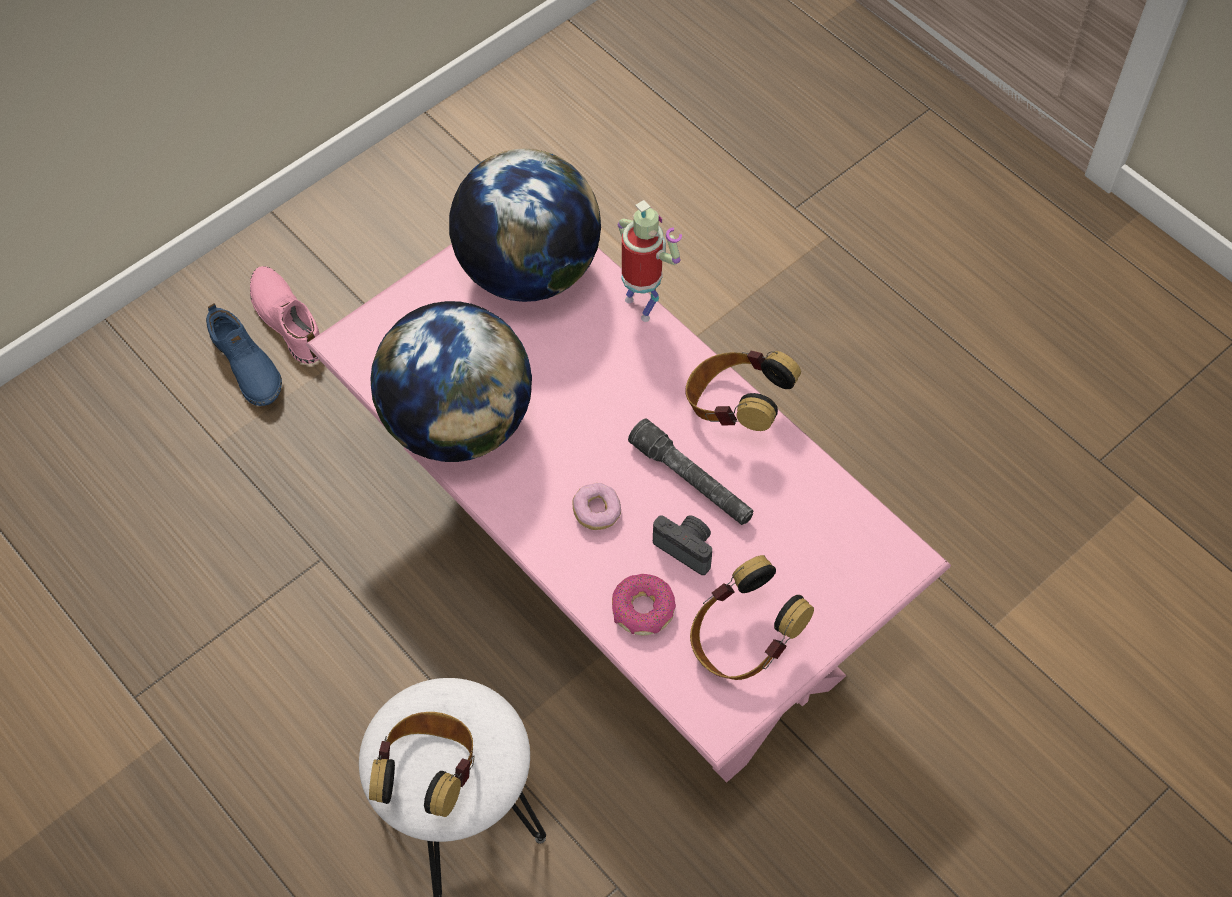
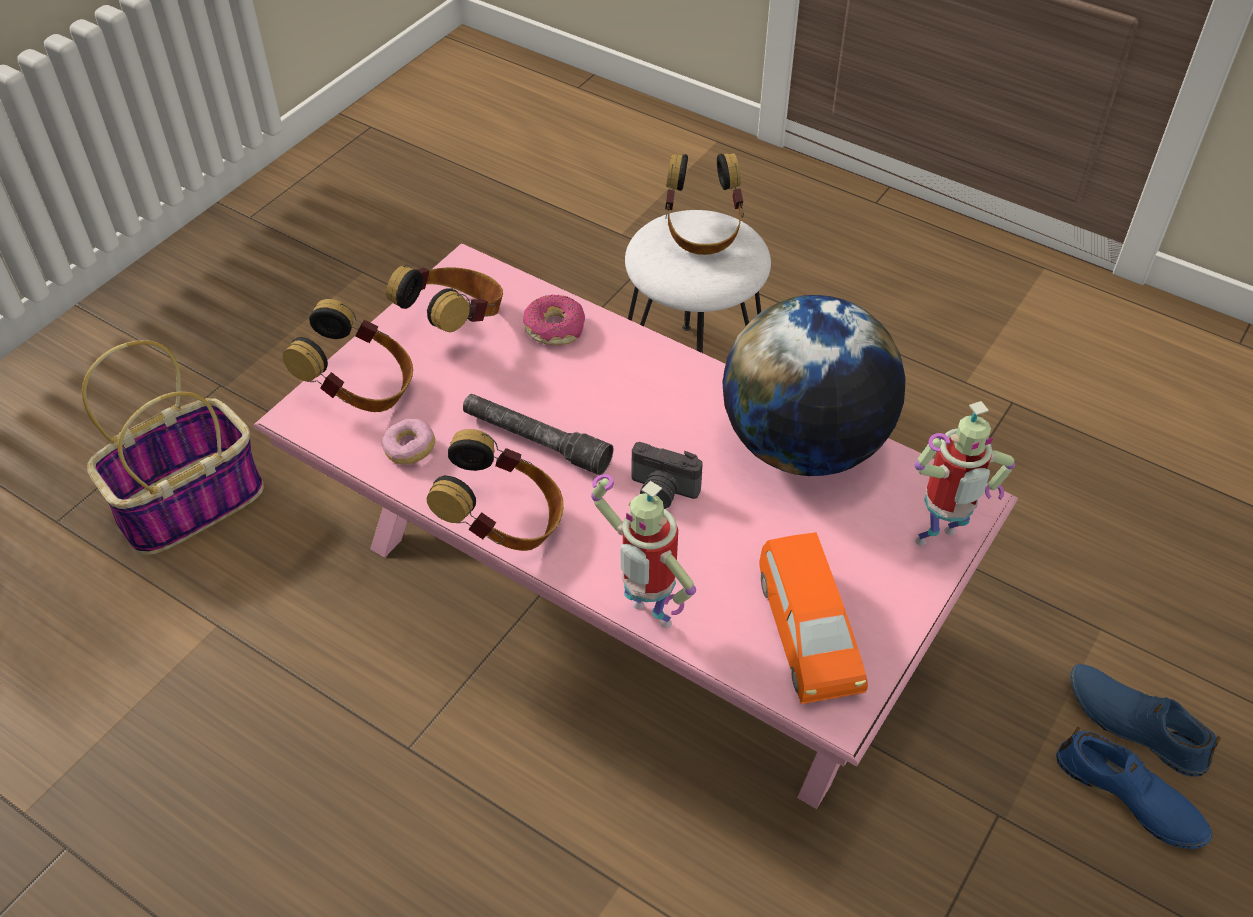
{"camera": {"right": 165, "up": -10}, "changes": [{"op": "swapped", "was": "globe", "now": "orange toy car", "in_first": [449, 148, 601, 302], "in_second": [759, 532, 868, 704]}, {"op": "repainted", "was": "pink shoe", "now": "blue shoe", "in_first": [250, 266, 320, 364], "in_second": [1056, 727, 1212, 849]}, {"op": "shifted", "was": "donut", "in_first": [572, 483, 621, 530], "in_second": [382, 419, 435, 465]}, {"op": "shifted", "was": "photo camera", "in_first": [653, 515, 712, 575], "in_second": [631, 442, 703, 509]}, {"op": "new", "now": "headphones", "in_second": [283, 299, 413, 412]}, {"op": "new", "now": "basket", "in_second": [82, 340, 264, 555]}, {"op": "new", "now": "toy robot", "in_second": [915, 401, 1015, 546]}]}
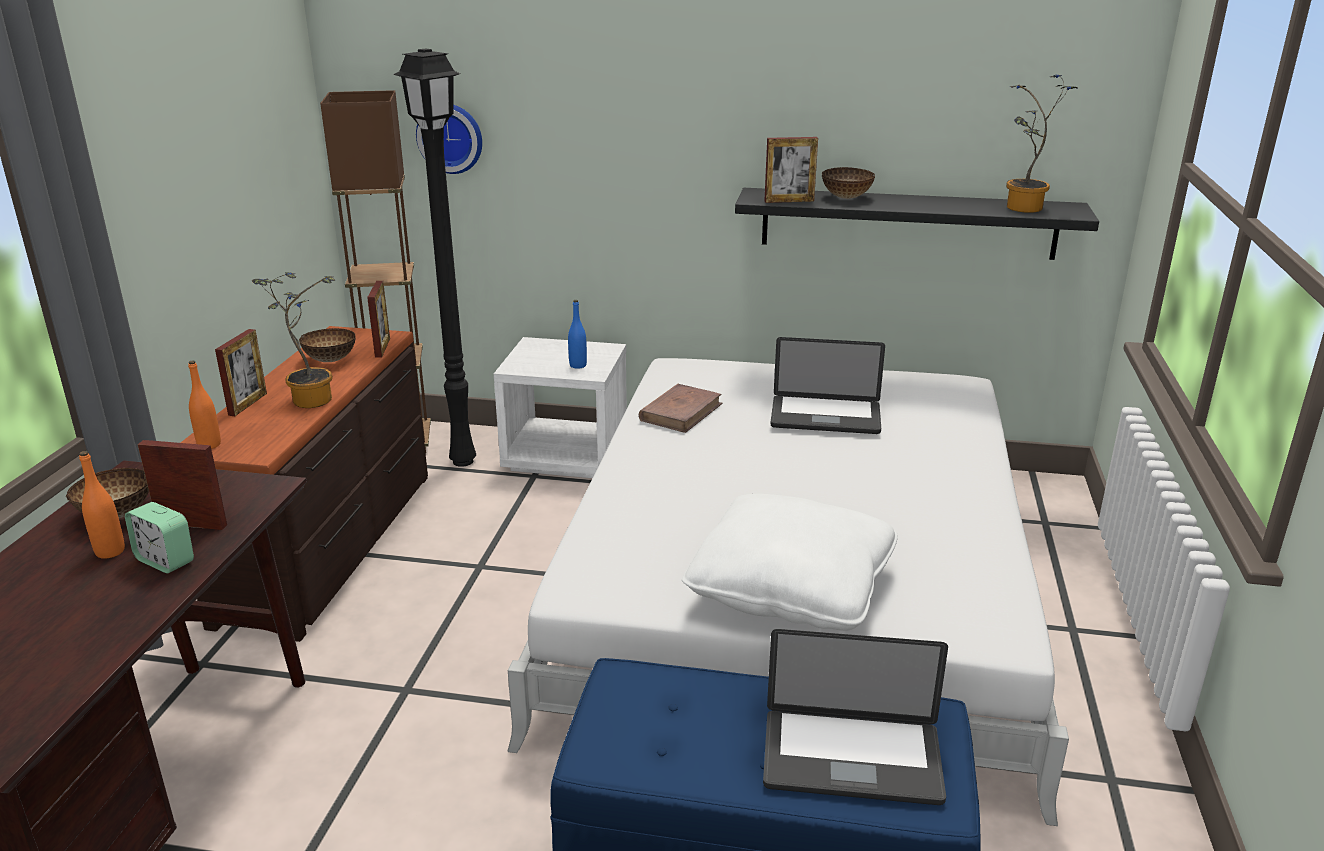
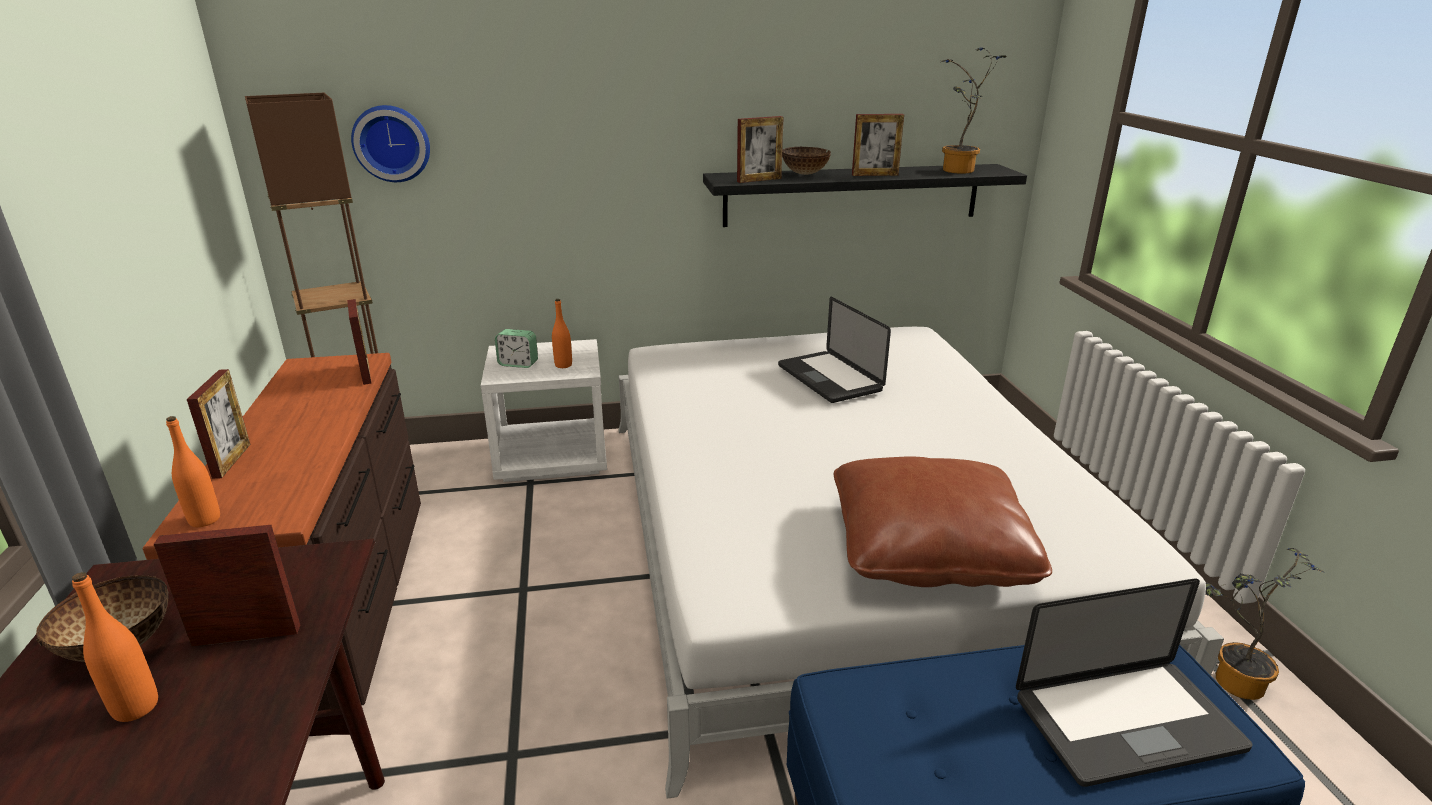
{"camera": {"right": -20, "up": 0}, "changes": [{"op": "gone", "was": "black floor lamp", "in_first": [393, 48, 476, 467]}, {"op": "shifted", "was": "potted plant", "in_first": [252, 272, 336, 408], "in_second": [1205, 548, 1325, 700]}, {"op": "repainted", "was": "blue bottle", "now": "orange bottle", "in_first": [568, 300, 587, 369], "in_second": [552, 299, 572, 368]}, {"op": "gone", "was": "bowl", "in_first": [299, 328, 356, 362]}, {"op": "rotated", "was": "laptop", "in_first": [770, 337, 885, 434], "in_second": [778, 297, 891, 403], "clockwise": 75}, {"op": "gone", "was": "brown book", "in_first": [639, 384, 723, 433]}, {"op": "repainted", "was": "white pillow", "now": "brown pillow", "in_first": [682, 494, 898, 631], "in_second": [834, 457, 1052, 587]}, {"op": "shifted", "was": "alarm clock", "in_first": [125, 502, 194, 573], "in_second": [495, 329, 538, 368]}, {"op": "new", "now": "picture frame", "in_second": [852, 114, 904, 176]}]}
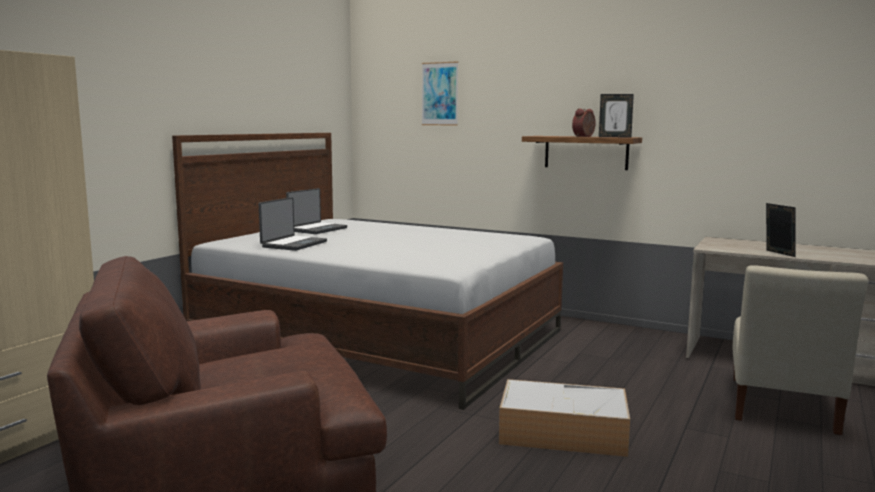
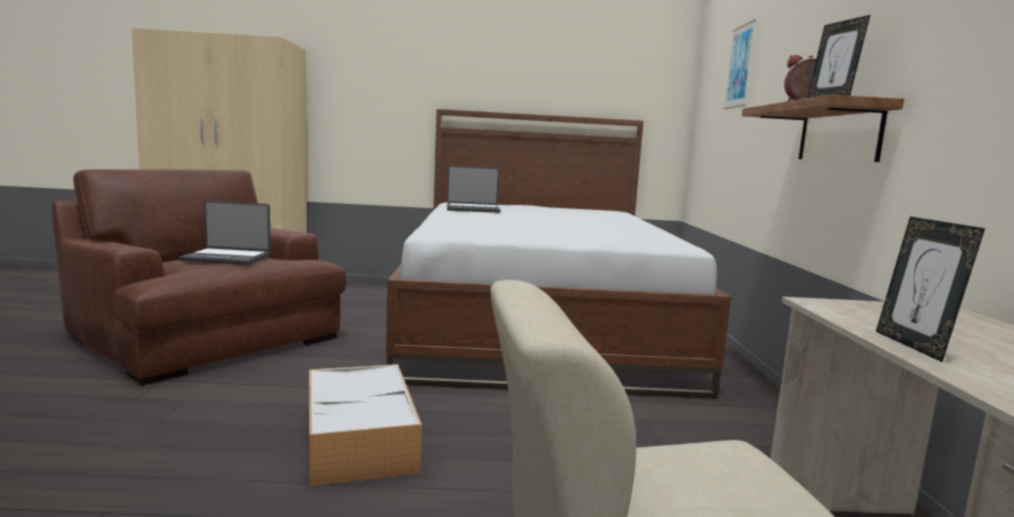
{"camera": {"right": 60, "up": 0}, "changes": [{"op": "shifted", "was": "laptop", "in_first": [286, 188, 347, 234], "in_second": [179, 201, 271, 265]}, {"op": "rotated", "was": "picture frame", "in_first": [766, 203, 796, 257], "in_second": [876, 216, 985, 362], "clockwise": 135}]}
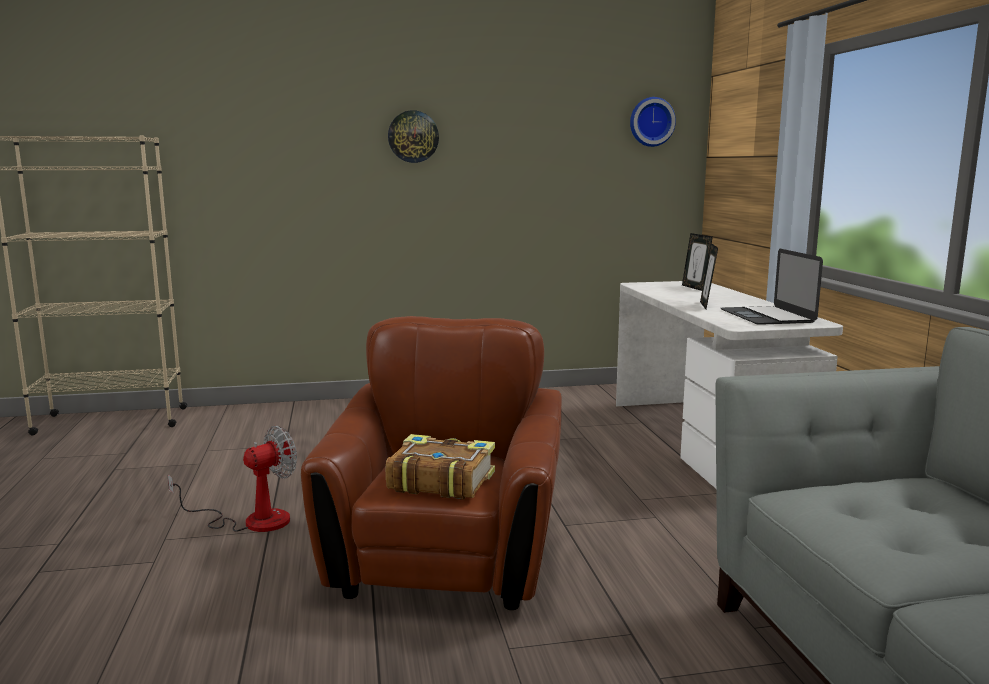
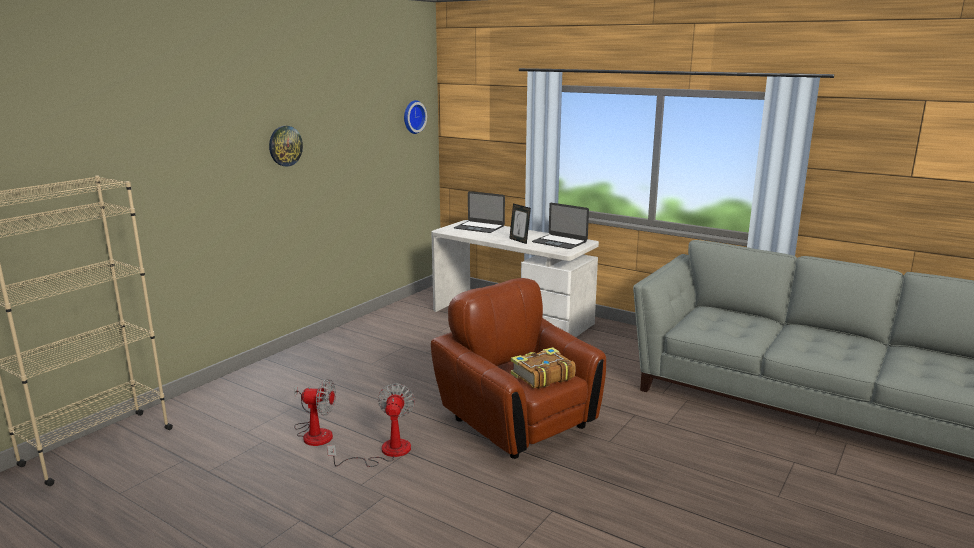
{"camera": {"right": -45, "up": 5}, "changes": [{"op": "swapped", "was": "picture frame", "now": "laptop", "in_first": [682, 233, 713, 291], "in_second": [454, 191, 505, 233]}, {"op": "new", "now": "fan", "in_second": [294, 379, 336, 446]}]}
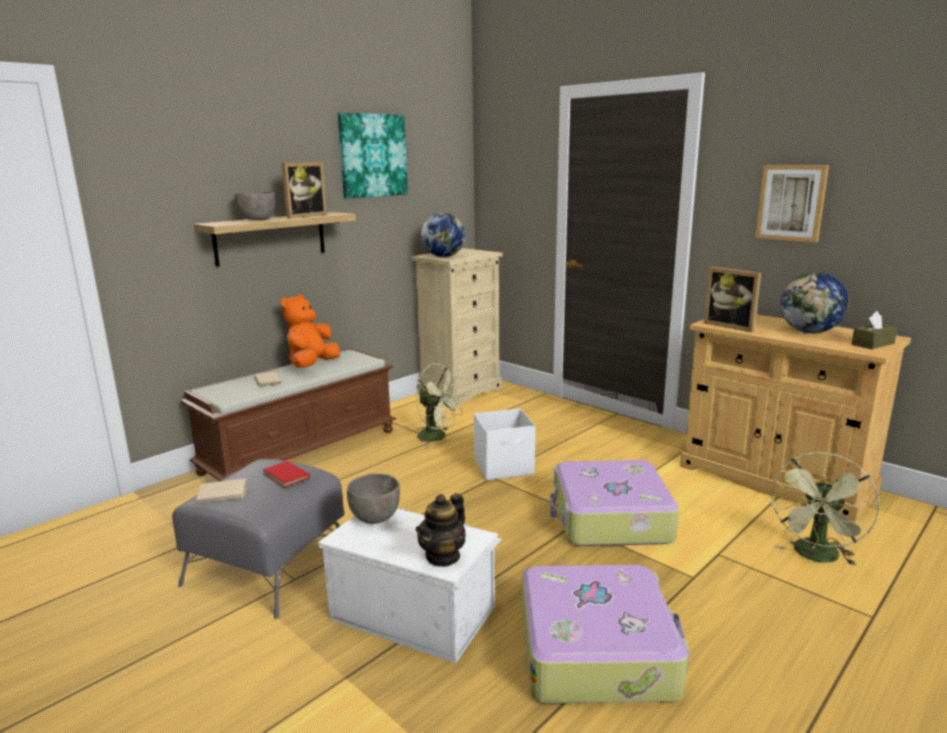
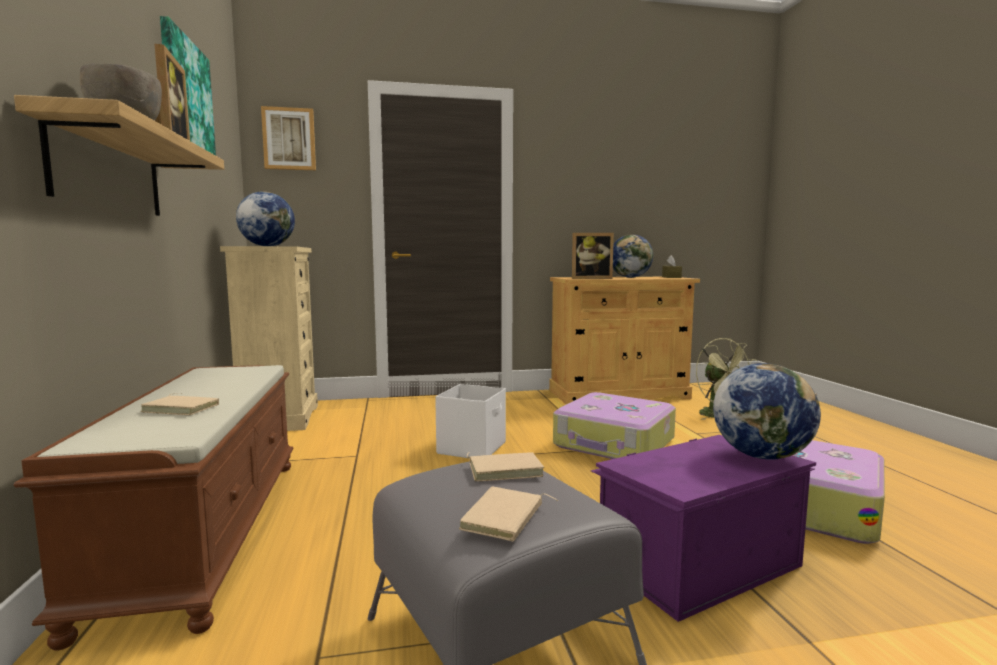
{"camera": {"right": -55, "up": -10}, "changes": [{"op": "shifted", "was": "picture", "in_first": [755, 165, 829, 242], "in_second": [261, 106, 316, 170]}, {"op": "gone", "was": "orange plush toy", "in_first": [281, 294, 340, 368]}, {"op": "gone", "was": "green fan", "in_first": [416, 363, 466, 447]}, {"op": "repainted", "was": "red book", "now": "beige book", "in_first": [263, 458, 310, 488], "in_second": [467, 452, 544, 481]}, {"op": "gone", "was": "grey bowl", "in_first": [347, 474, 400, 524]}, {"op": "swapped", "was": "teapot", "now": "globe", "in_first": [416, 493, 466, 567], "in_second": [713, 363, 821, 460]}, {"op": "repainted", "was": "white storage box", "now": "purple storage box", "in_first": [318, 508, 502, 664], "in_second": [591, 435, 816, 622]}]}
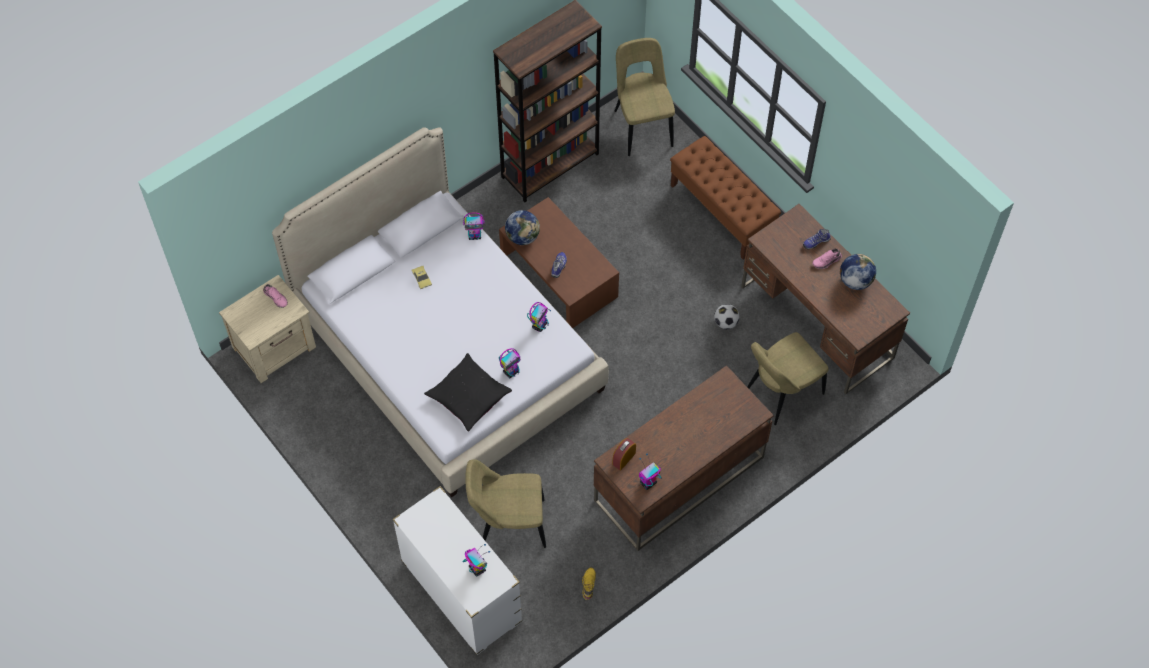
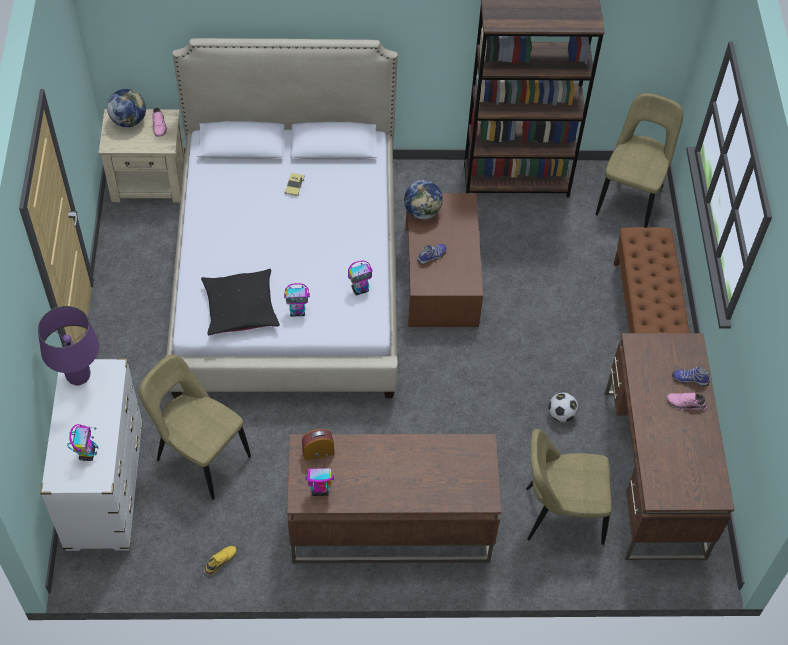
{"camera": {"right": 35, "up": -5}, "changes": [{"op": "gone", "was": "toy robot", "in_first": [463, 213, 485, 240]}, {"op": "shifted", "was": "globe", "in_first": [840, 254, 876, 290], "in_second": [107, 89, 146, 127]}, {"op": "new", "now": "purple table lamp", "in_second": [38, 306, 99, 386]}]}
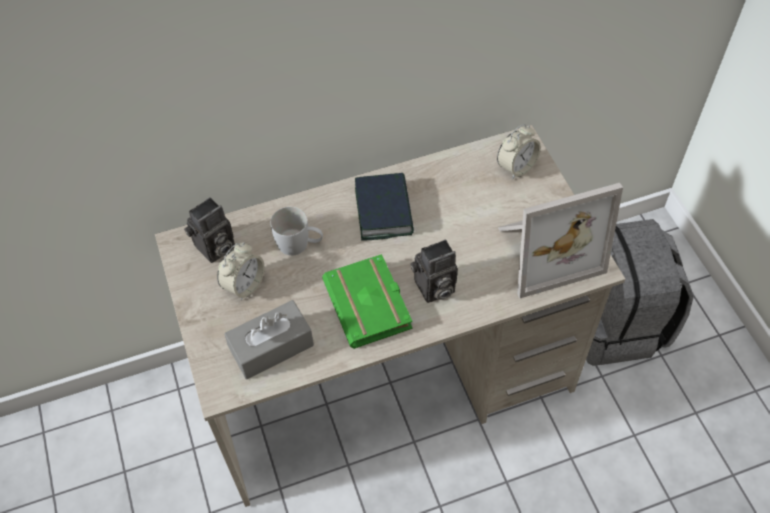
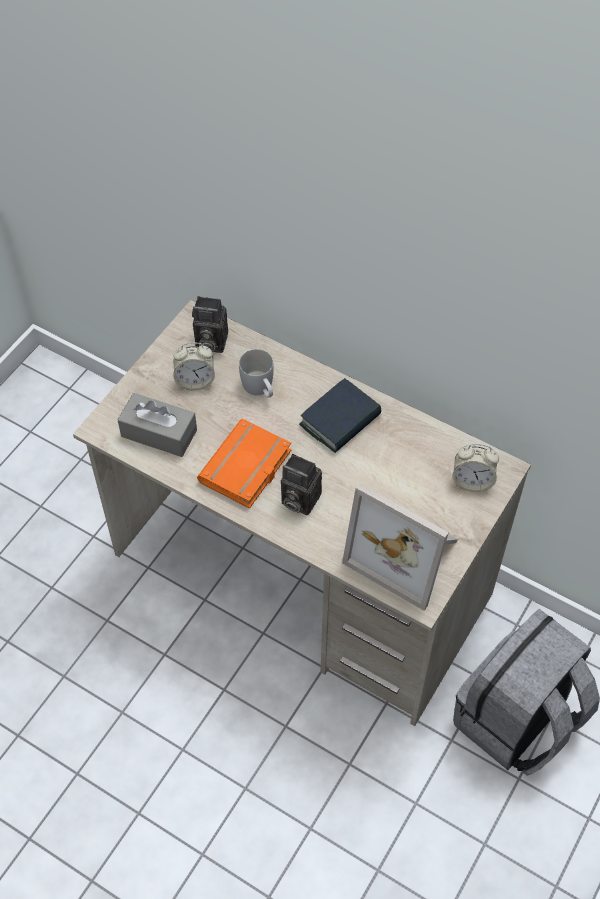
{"camera": {"right": 50, "up": 0}, "changes": [{"op": "repainted", "was": "green book", "now": "orange book", "in_first": [322, 254, 413, 349], "in_second": [197, 419, 291, 508]}]}
